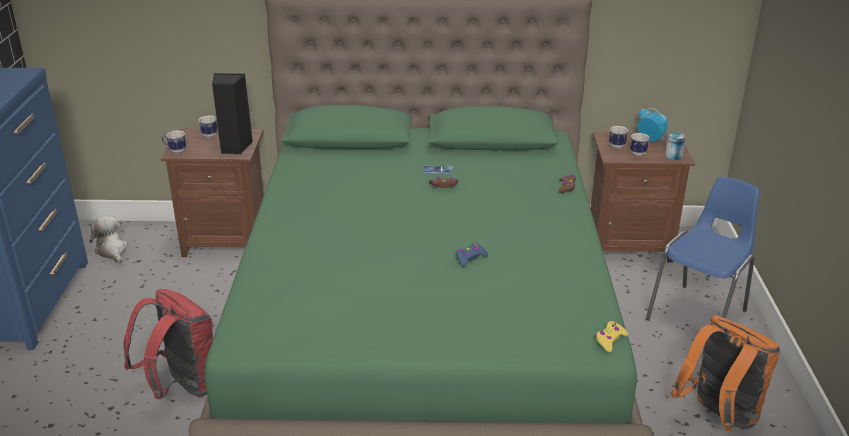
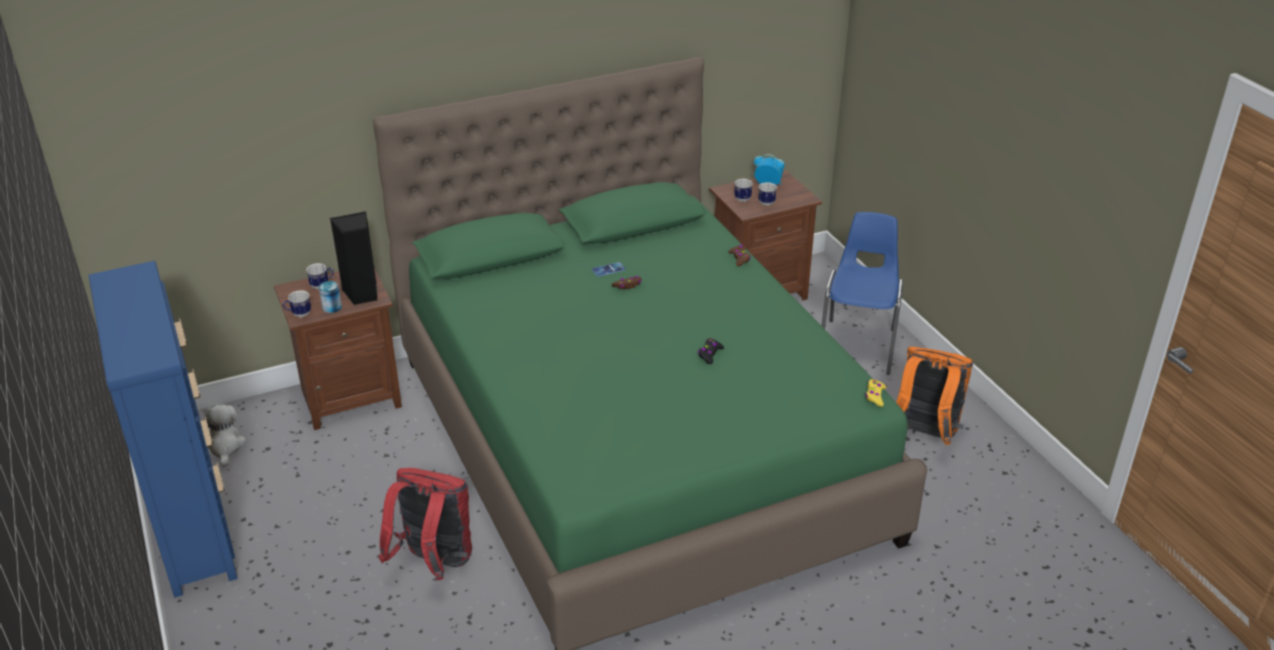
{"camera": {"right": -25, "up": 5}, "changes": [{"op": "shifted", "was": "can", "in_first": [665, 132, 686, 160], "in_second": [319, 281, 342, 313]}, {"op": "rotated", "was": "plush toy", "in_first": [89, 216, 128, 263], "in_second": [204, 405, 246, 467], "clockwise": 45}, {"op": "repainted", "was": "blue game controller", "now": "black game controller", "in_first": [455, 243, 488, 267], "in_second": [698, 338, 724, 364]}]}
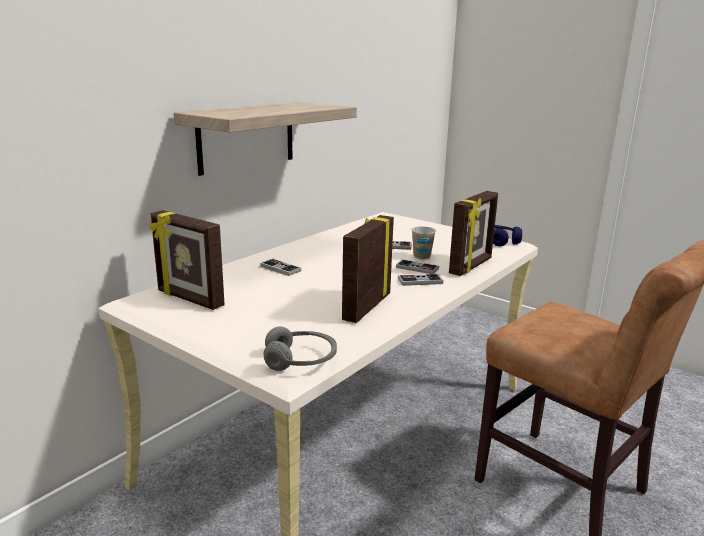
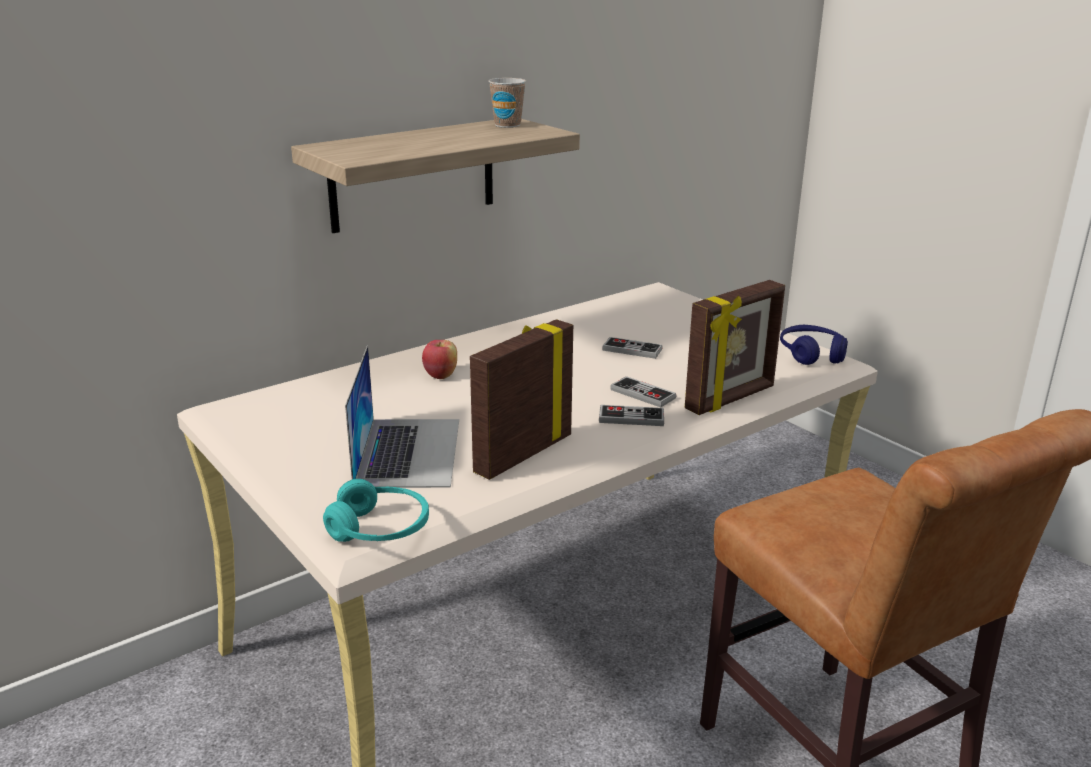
{"camera": {"right": 15, "up": 5}, "changes": [{"op": "gone", "was": "picture frame", "in_first": [149, 210, 225, 310]}, {"op": "shifted", "was": "cup", "in_first": [411, 226, 436, 259], "in_second": [488, 78, 526, 128]}, {"op": "swapped", "was": "game controller", "now": "apple", "in_first": [260, 259, 301, 276], "in_second": [422, 340, 457, 379]}, {"op": "repainted", "was": "grey headphones", "now": "turquoise headphones", "in_first": [264, 327, 337, 371], "in_second": [323, 479, 429, 542]}, {"op": "new", "now": "laptop", "in_second": [345, 346, 459, 488]}]}
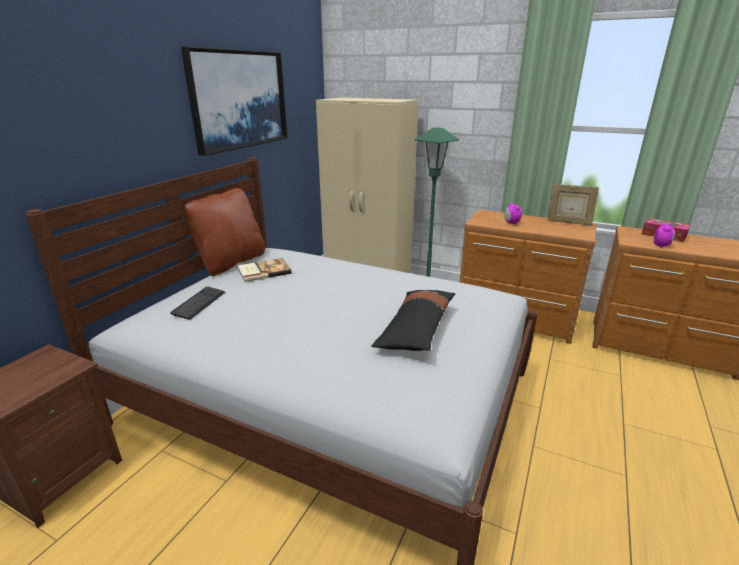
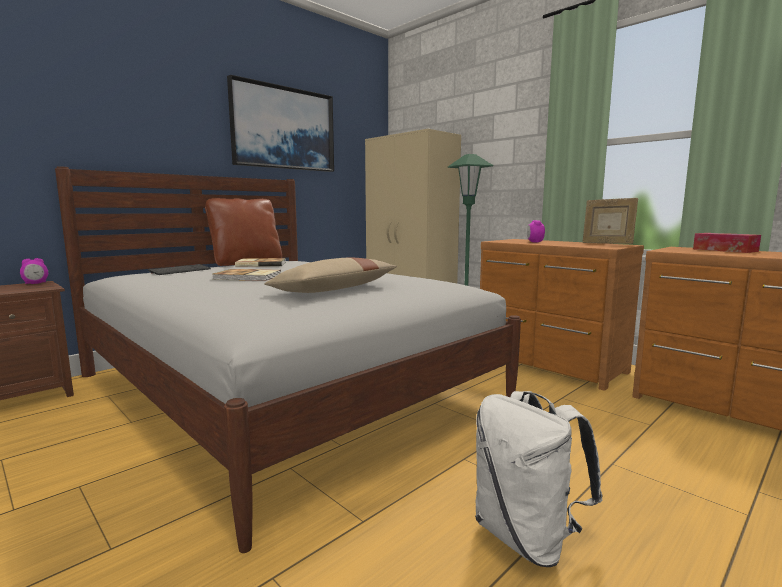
{"camera": {"right": 20, "up": -15}, "changes": [{"op": "shifted", "was": "alarm clock", "in_first": [654, 224, 675, 248], "in_second": [20, 258, 48, 284]}, {"op": "repainted", "was": "black pillow", "now": "beige pillow", "in_first": [371, 290, 455, 351], "in_second": [264, 258, 397, 293]}, {"op": "new", "now": "book", "in_second": [212, 269, 281, 281]}, {"op": "new", "now": "white backpack", "in_second": [475, 391, 603, 567]}]}
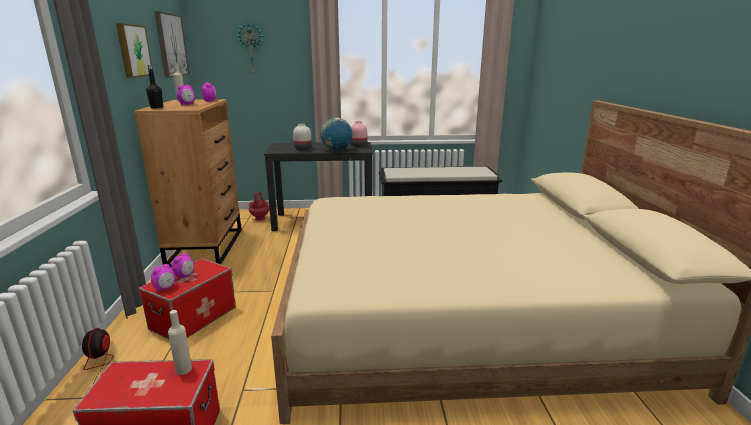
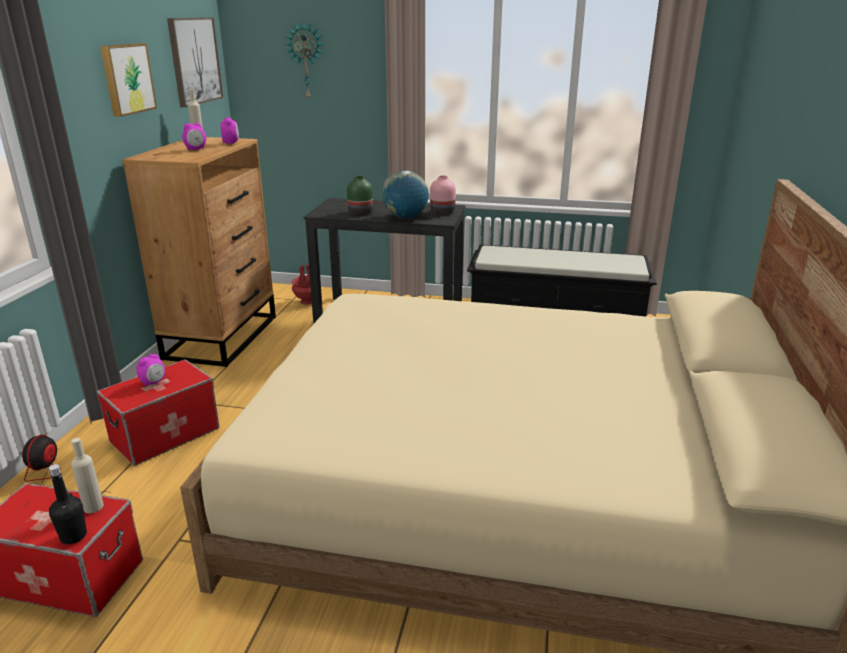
{"camera": {"right": 15, "up": 5}, "changes": [{"op": "shifted", "was": "black bottle", "in_first": [146, 65, 163, 109], "in_second": [49, 464, 87, 544]}, {"op": "repainted", "was": "white vase", "now": "green vase", "in_first": [293, 124, 312, 151], "in_second": [347, 176, 373, 215]}, {"op": "gone", "was": "alarm clock", "in_first": [151, 264, 175, 292]}]}
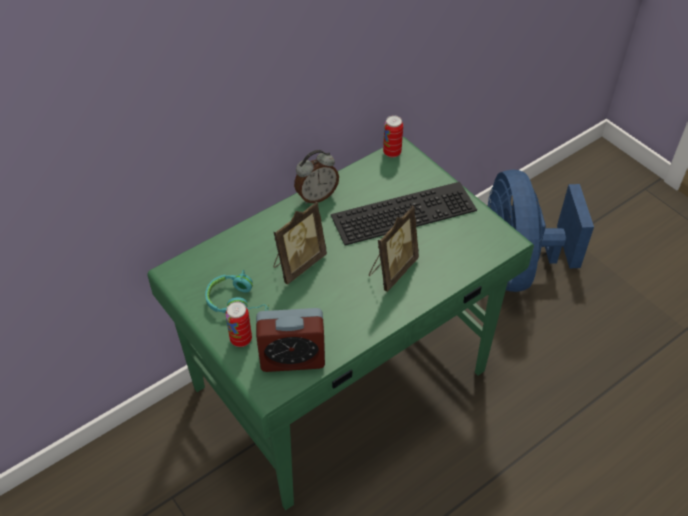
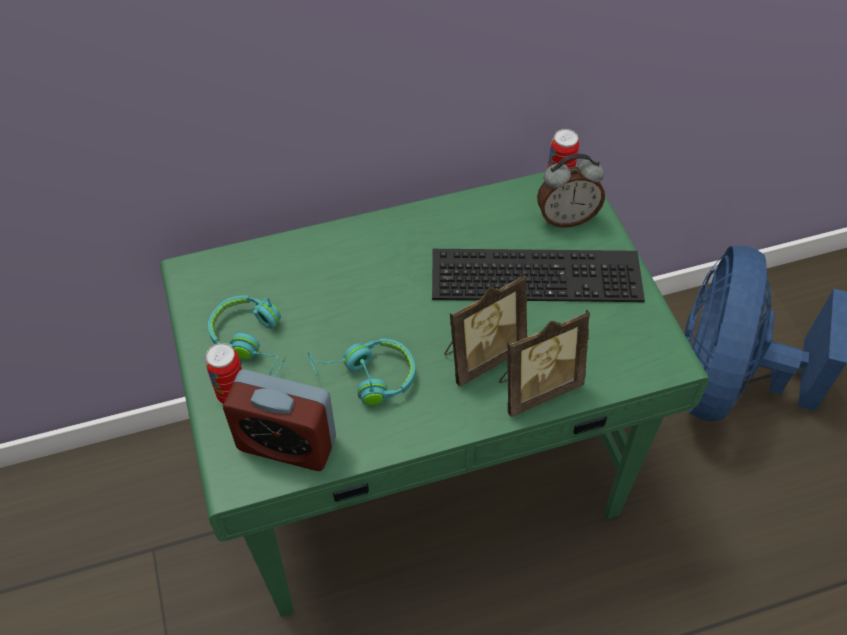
{"camera": {"right": 20, "up": 5}, "changes": [{"op": "shifted", "was": "alarm clock", "in_first": [294, 150, 339, 204], "in_second": [537, 154, 605, 228]}, {"op": "shifted", "was": "picture frame", "in_first": [273, 201, 327, 285], "in_second": [499, 309, 590, 417]}, {"op": "new", "now": "turquoise headphones", "in_second": [308, 338, 415, 406]}]}
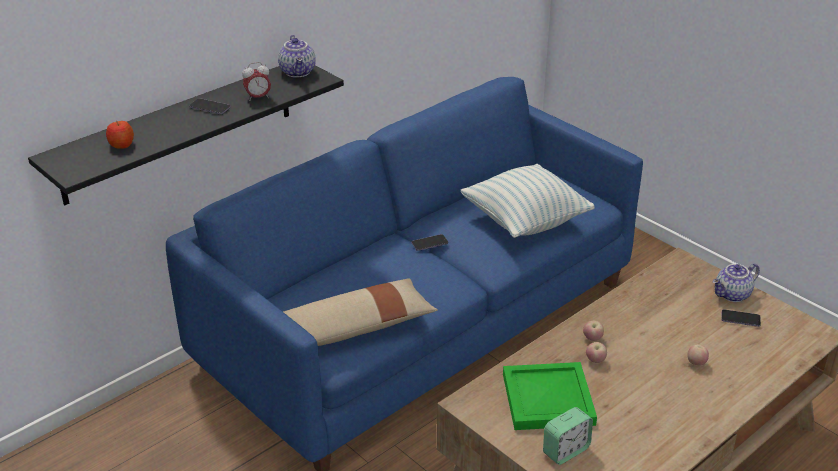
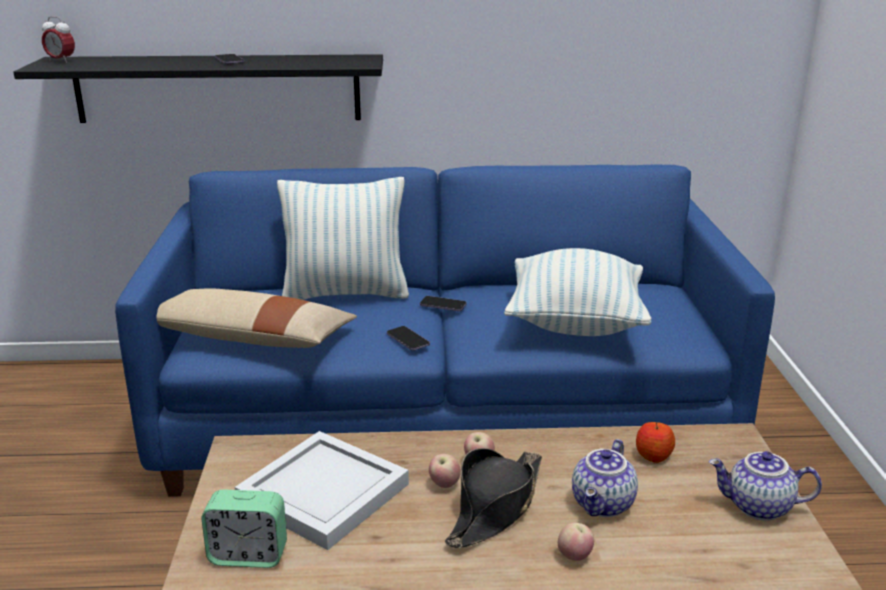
{"camera": {"right": 40, "up": -10}, "changes": [{"op": "shifted", "was": "teapot", "in_first": [278, 35, 316, 78], "in_second": [572, 439, 638, 517]}, {"op": "shifted", "was": "alarm clock", "in_first": [242, 62, 271, 101], "in_second": [42, 16, 75, 63]}, {"op": "shifted", "was": "apple", "in_first": [106, 121, 134, 149], "in_second": [636, 422, 675, 463]}, {"op": "shifted", "was": "phone", "in_first": [721, 309, 761, 327], "in_second": [387, 326, 430, 351]}, {"op": "repainted", "was": "green tray", "now": "white tray", "in_first": [503, 362, 597, 430], "in_second": [235, 431, 409, 550]}, {"op": "new", "now": "pillow", "in_second": [277, 177, 409, 300]}, {"op": "new", "now": "black hat", "in_second": [445, 448, 542, 548]}]}
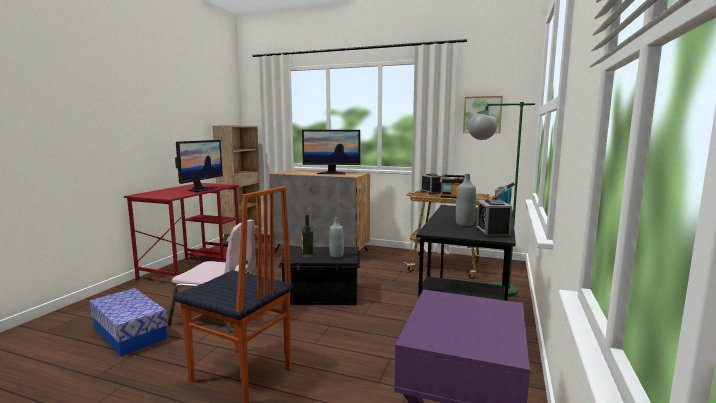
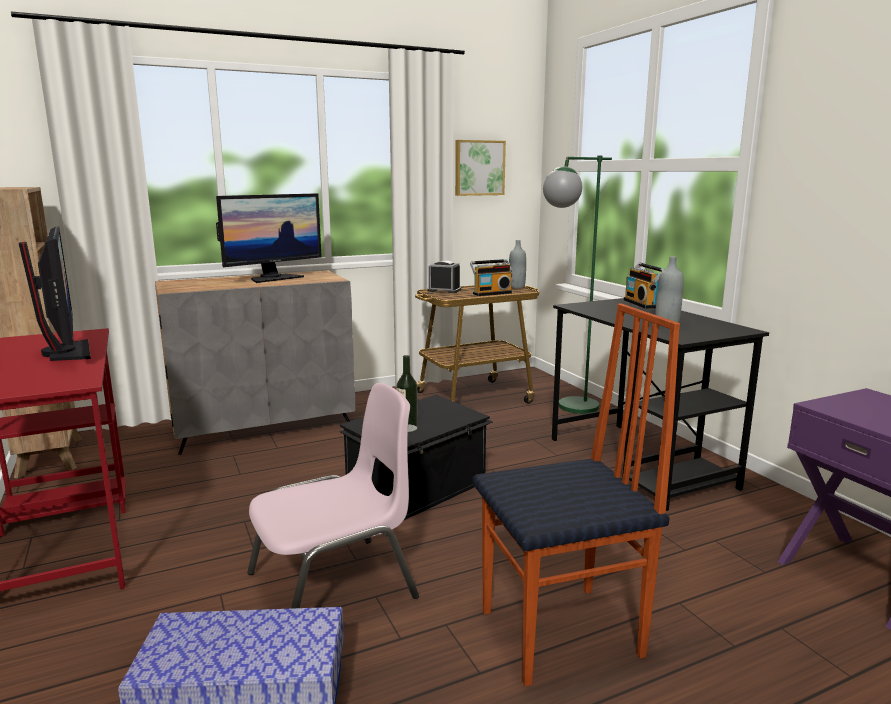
{"camera": {"right": -45, "up": 5}, "changes": [{"op": "gone", "was": "alarm clock", "in_first": [476, 200, 512, 238]}, {"op": "shifted", "was": "grey bottle", "in_first": [329, 217, 344, 258], "in_second": [509, 240, 526, 289]}]}
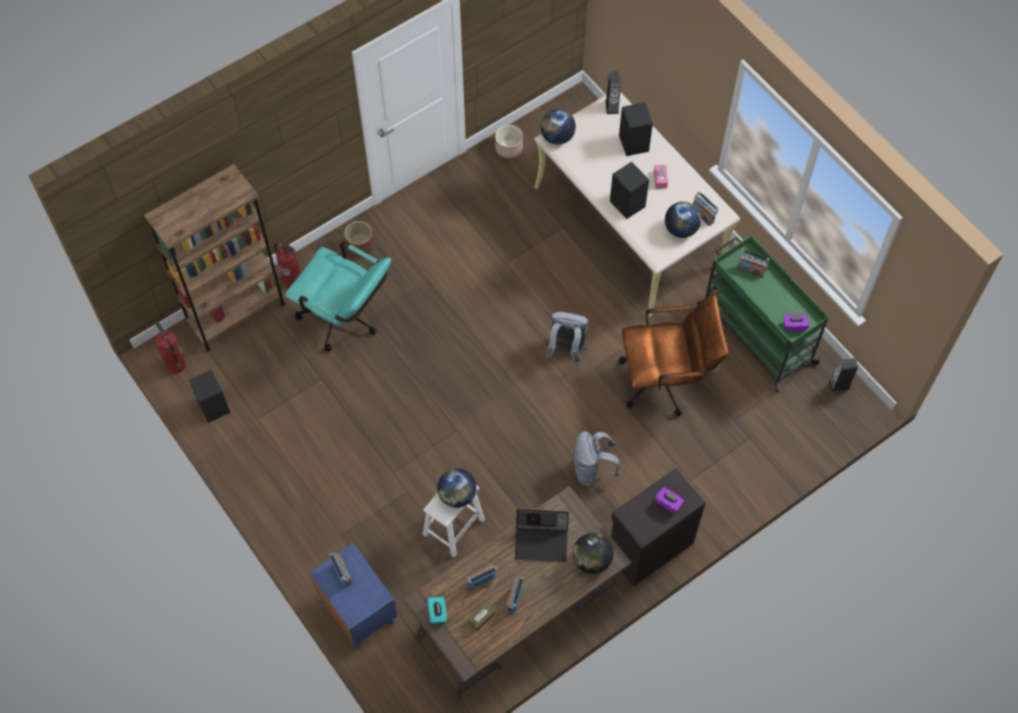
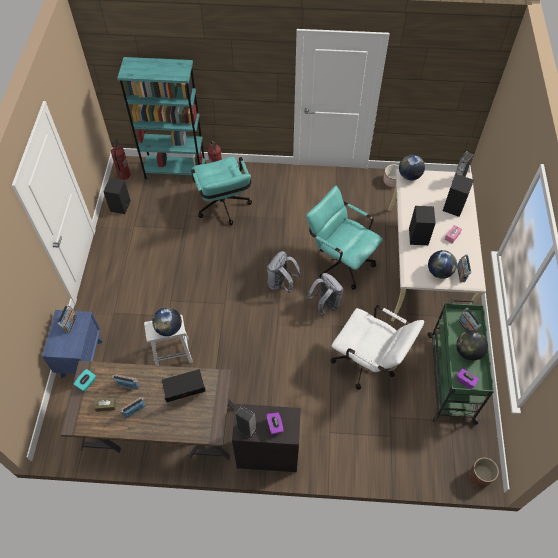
{"camera": {"right": 40, "up": -5}, "changes": [{"op": "repainted", "was": "brown bookcase", "now": "turquoise bookcase", "in_first": [144, 164, 285, 352], "in_second": [117, 57, 206, 180]}, {"op": "shifted", "was": "brown planter", "in_first": [344, 221, 373, 258], "in_second": [469, 458, 499, 488]}, {"op": "repainted", "was": "brown office chair", "now": "white office chair", "in_first": [619, 293, 729, 416], "in_second": [331, 305, 424, 390]}, {"op": "shifted", "was": "speaker", "in_first": [829, 358, 858, 392], "in_second": [236, 406, 257, 438]}, {"op": "shifted", "was": "grey backpack", "in_first": [572, 431, 620, 486], "in_second": [267, 251, 302, 293]}, {"op": "rotated", "was": "laptop", "in_first": [515, 509, 569, 562], "in_second": [162, 369, 206, 402], "clockwise": 120}, {"op": "shifted", "was": "globe", "in_first": [573, 533, 614, 574], "in_second": [456, 330, 488, 361]}, {"op": "new", "now": "turquoise office chair", "in_second": [306, 186, 383, 290]}]}
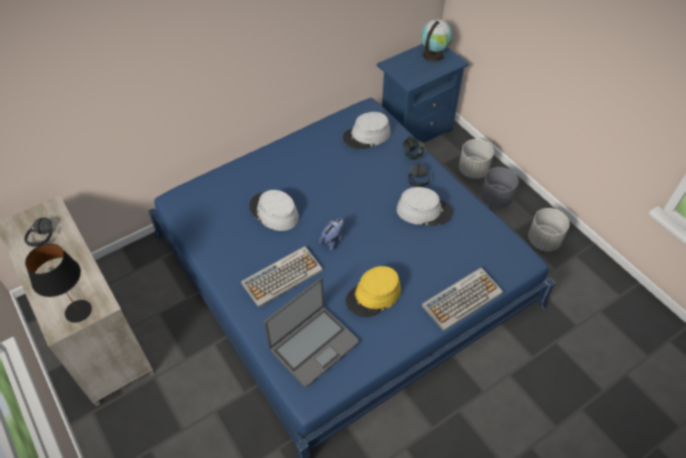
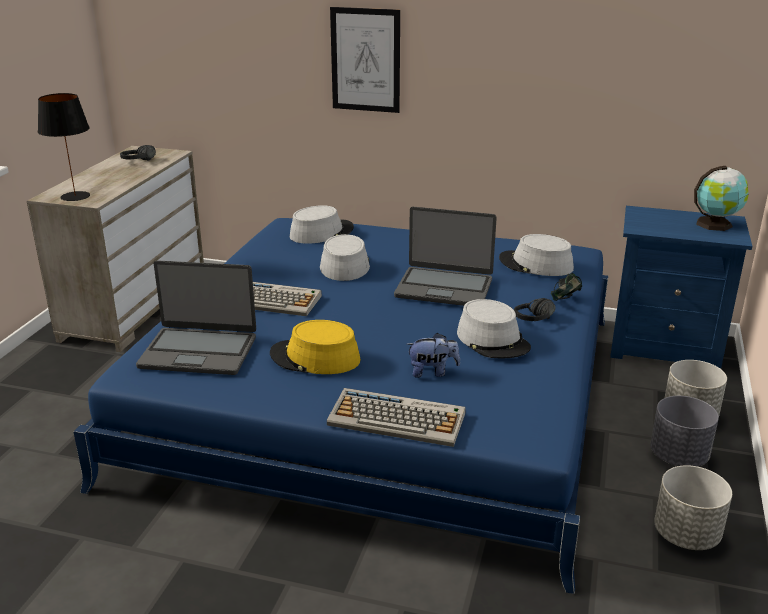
{"camera": {"right": 50, "up": -25}, "changes": [{"op": "shifted", "was": "plush toy", "in_first": [319, 218, 344, 251], "in_second": [406, 333, 460, 378]}, {"op": "new", "now": "picture", "in_second": [330, 7, 400, 113]}, {"op": "new", "now": "grey hat", "in_second": [290, 205, 354, 244]}, {"op": "new", "now": "laptop", "in_second": [394, 207, 497, 306]}]}
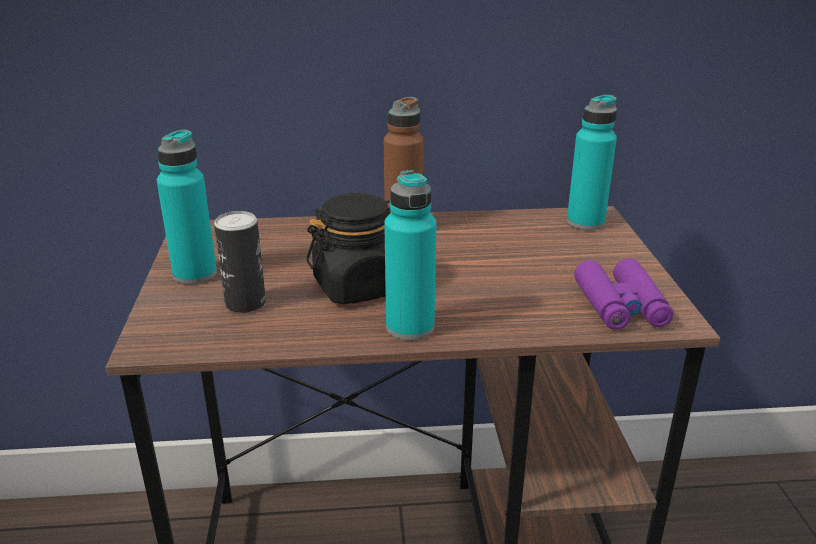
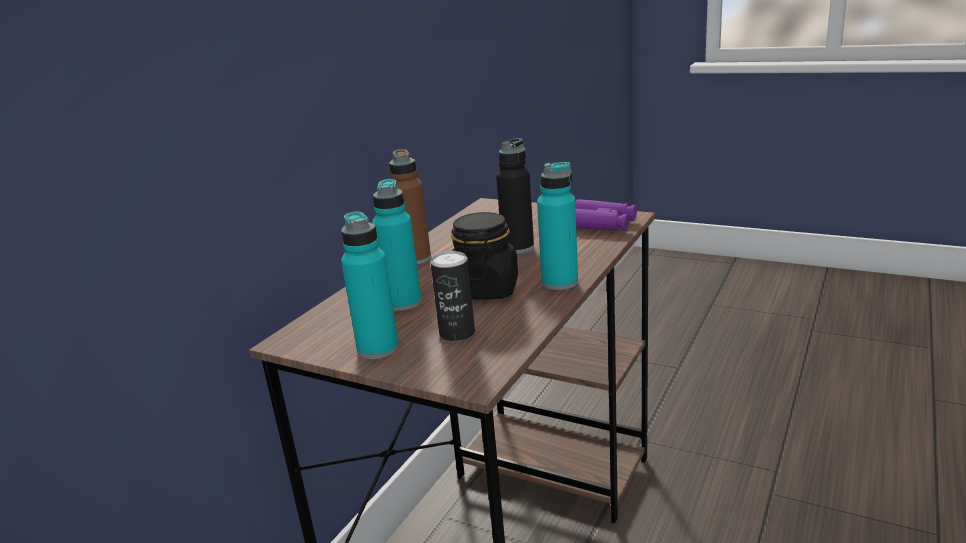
{"camera": {"right": -55, "up": -5}, "changes": [{"op": "shifted", "was": "turquoise bottle", "in_first": [567, 95, 617, 230], "in_second": [372, 179, 422, 311]}, {"op": "new", "now": "black bottle", "in_second": [496, 138, 534, 254]}]}
